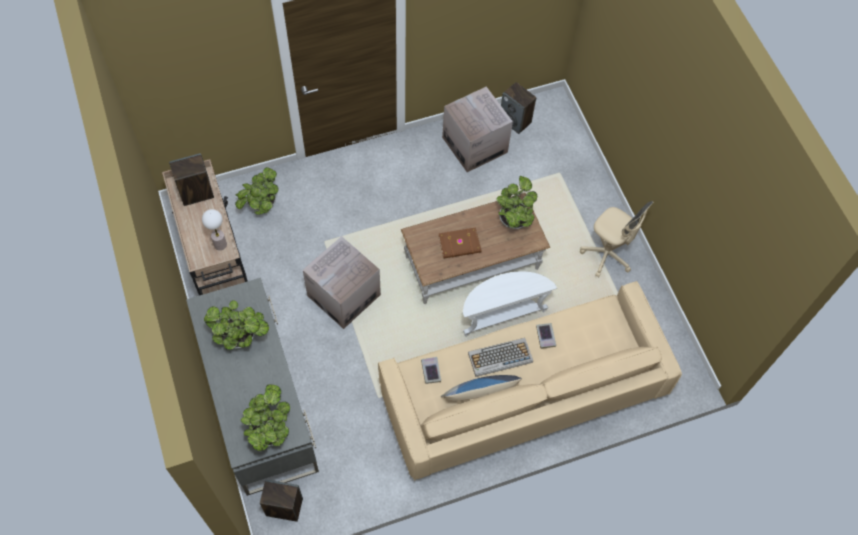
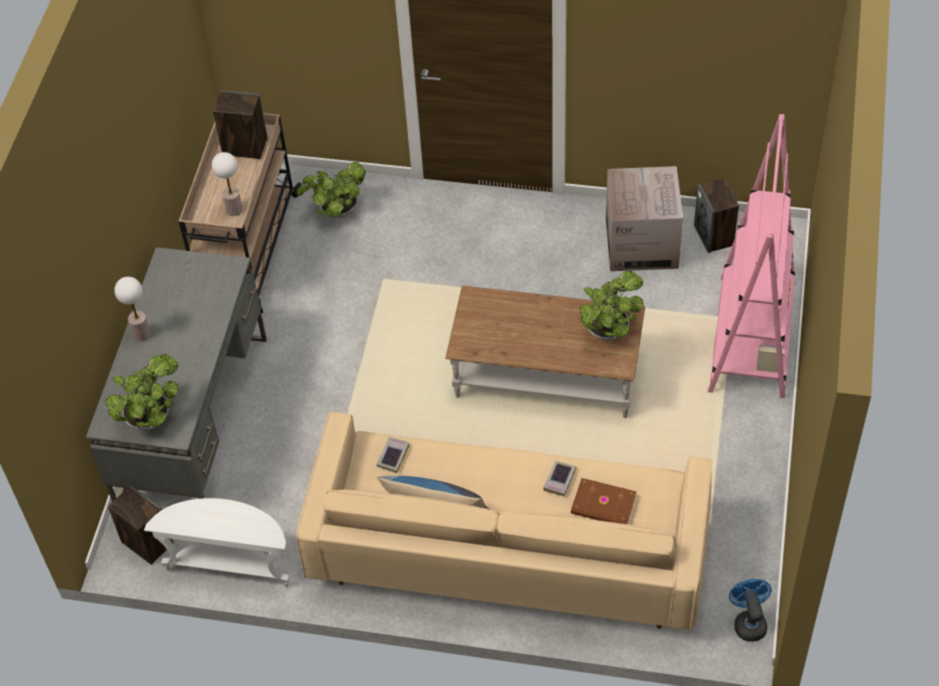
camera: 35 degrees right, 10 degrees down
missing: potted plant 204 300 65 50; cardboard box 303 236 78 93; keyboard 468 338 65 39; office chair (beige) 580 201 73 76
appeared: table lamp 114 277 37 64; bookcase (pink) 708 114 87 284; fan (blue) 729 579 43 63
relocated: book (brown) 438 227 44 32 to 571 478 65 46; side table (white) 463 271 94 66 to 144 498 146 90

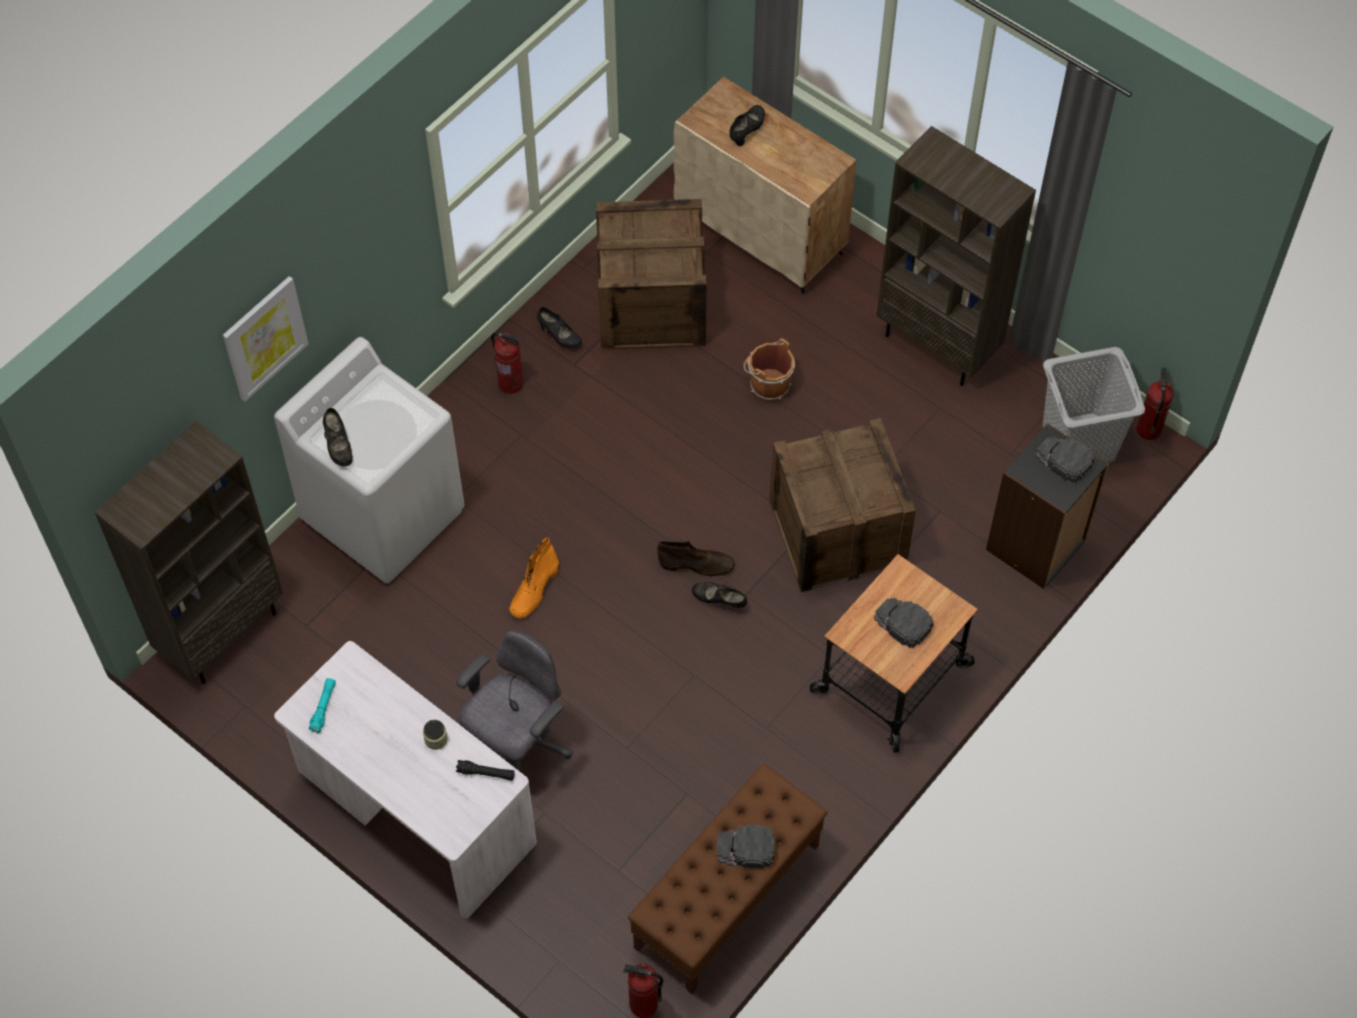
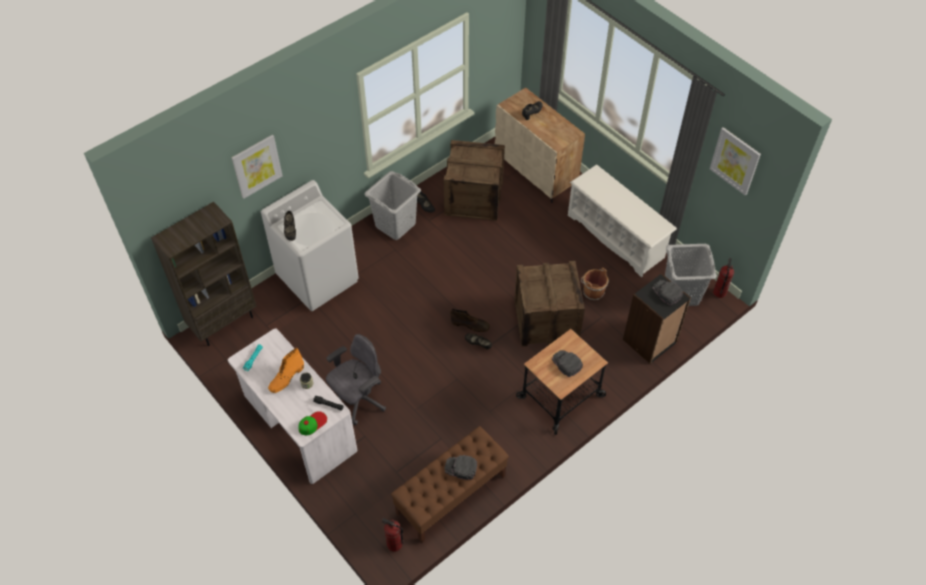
camera: 10 degrees right, 5 degrees down
appeared: cap 299 411 28 24; picture 710 127 51 68
relocated: boot (orange) 509 537 50 82 to 268 348 36 45; bucket (brown) 744 339 51 62 to 581 268 27 33
exchanged: fire extinguisher 491 331 32 63 to laundry basket (grey) 365 171 56 69; bookcase (brown) 876 126 160 260 to shoe rack (white) 568 165 109 112

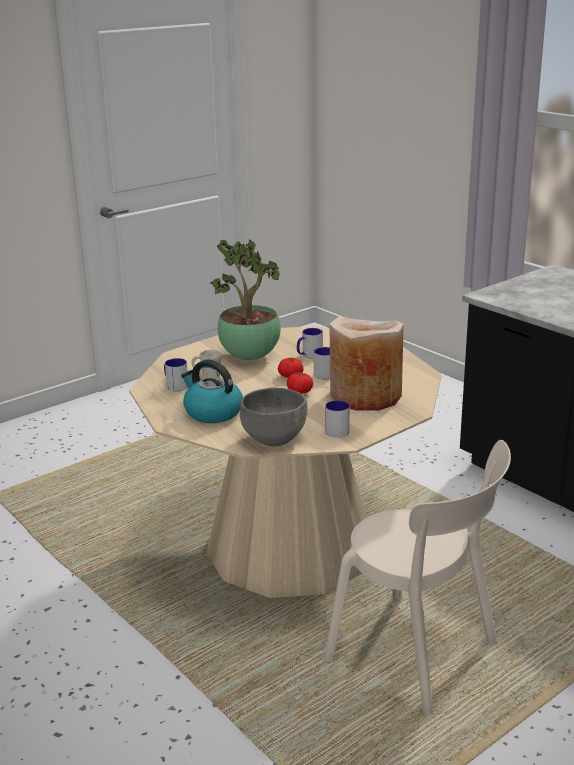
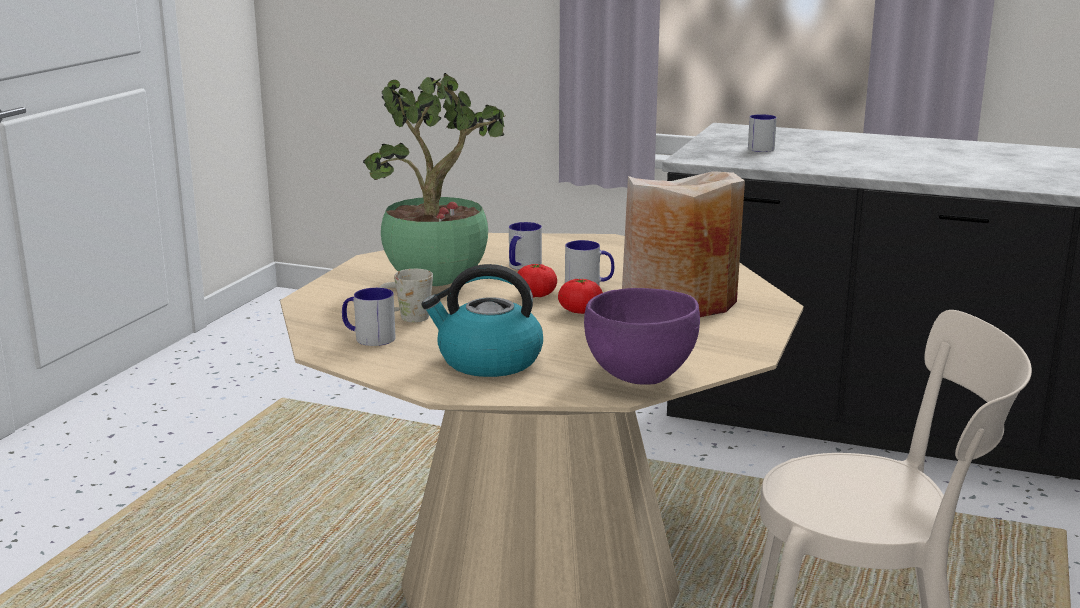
camera: 30 degrees left, 5 degrees down
relocated: mug 325 400 25 38 to 748 114 29 38
colour: bowl (grey) 240 387 68 59 to bowl (purple) 584 288 116 97

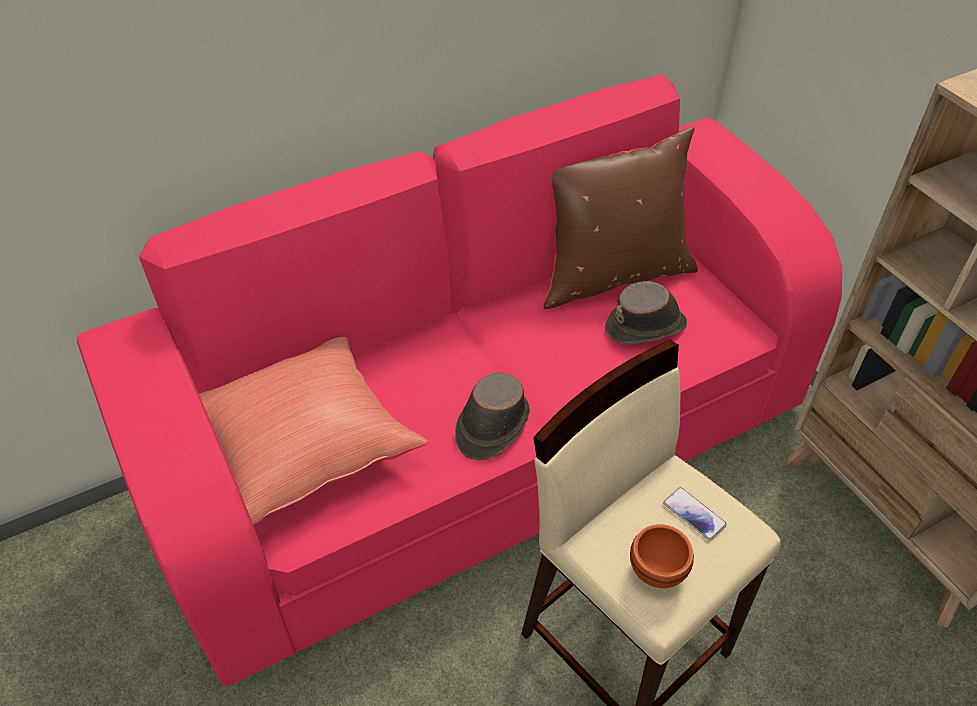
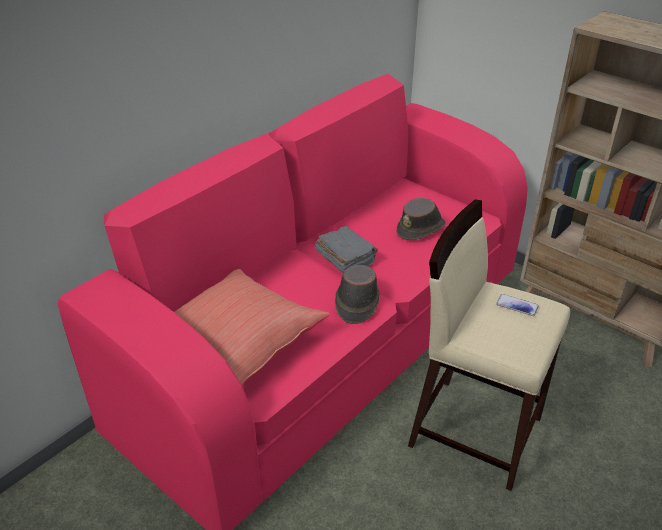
camera: 20 degrees left, 10 degrees down
missing: pillow (brown) 543 126 155 183; bowl (brown) 630 524 64 64
appeared: book (grey) 315 226 63 47

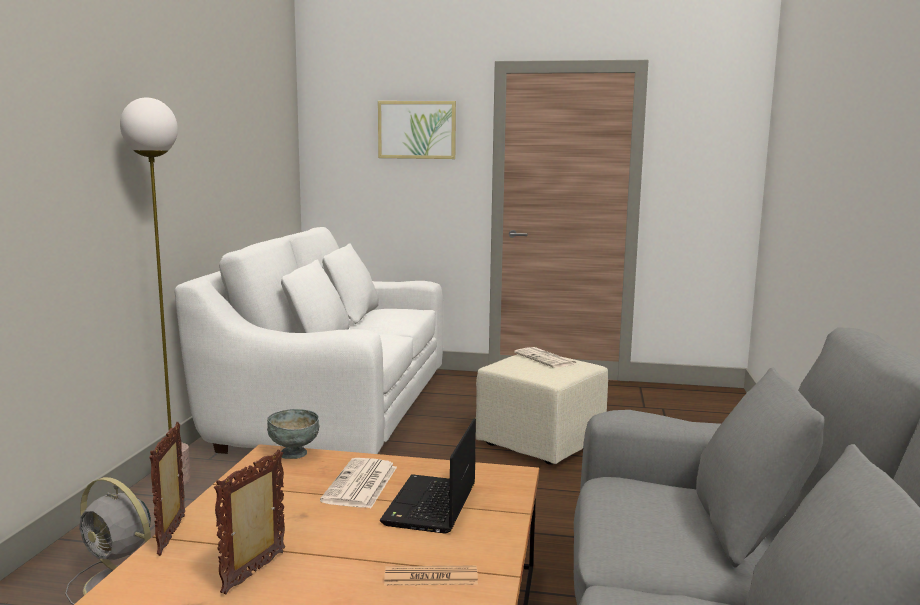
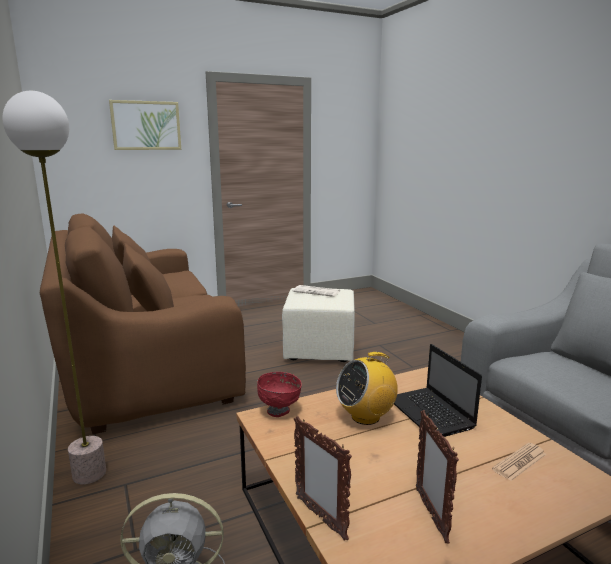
camera: 35 degrees left, 5 degrees up
exchanged: newspaper 320 458 77 50 to radio 336 352 62 73
colour: sofa (white) 175 227 269 227 to sofa (brown) 40 213 206 221; bowl (grey) 267 409 52 50 to bowl (red) 257 372 45 45

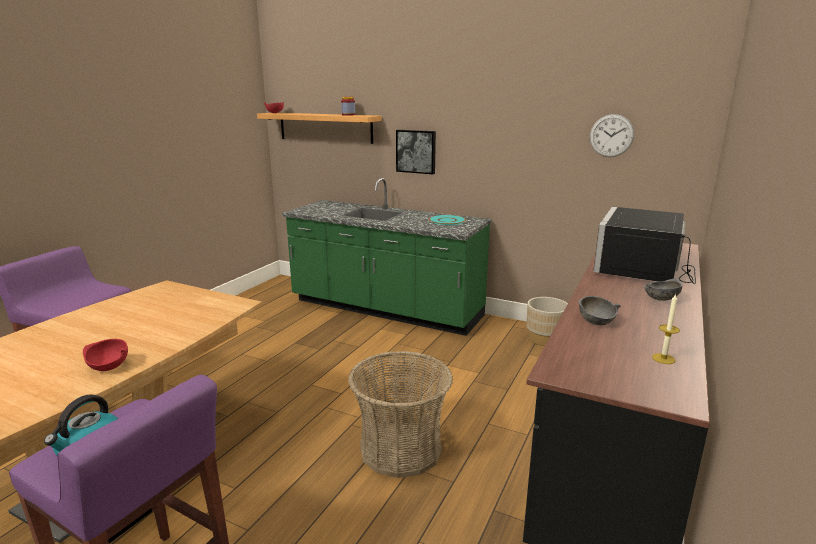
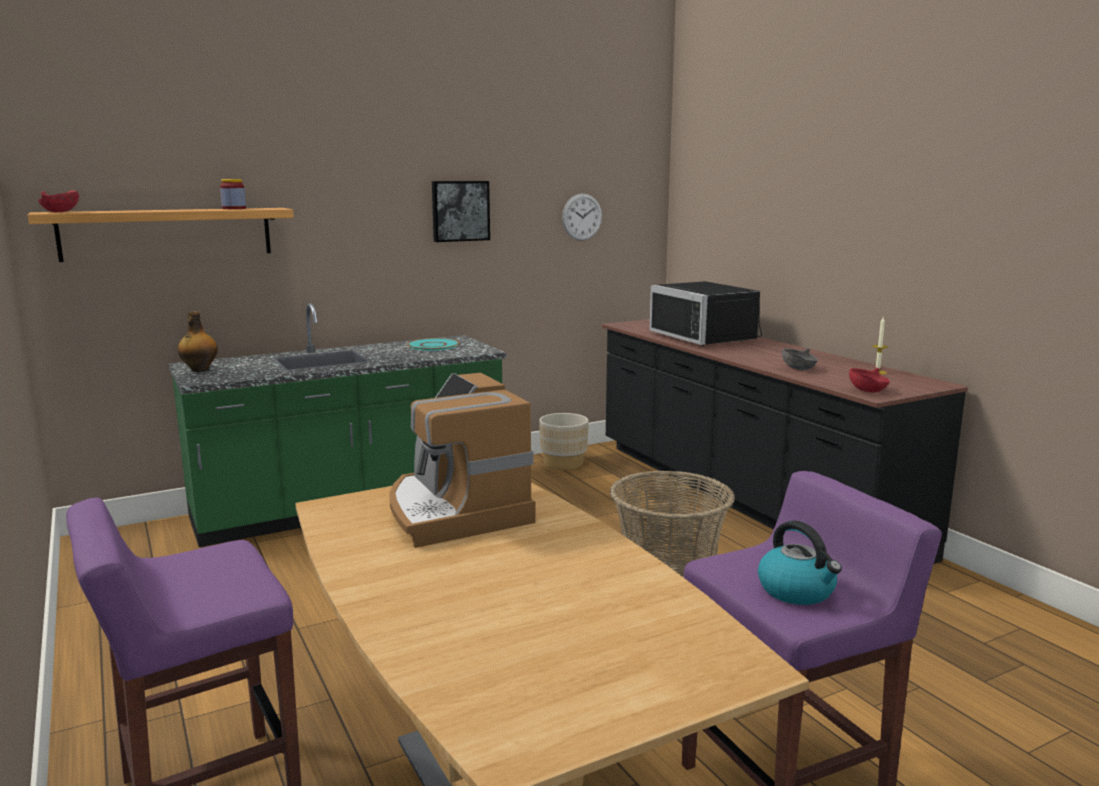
camera: 55 degrees left, 5 degrees down
missing: bowl (grey) 644 278 38 23
appeared: bottle 178 311 40 61; coffee machine 389 373 147 175
relocated: bowl (red) 83 339 45 32 to 849 367 41 26; picture 396 130 40 44 to 432 181 58 61

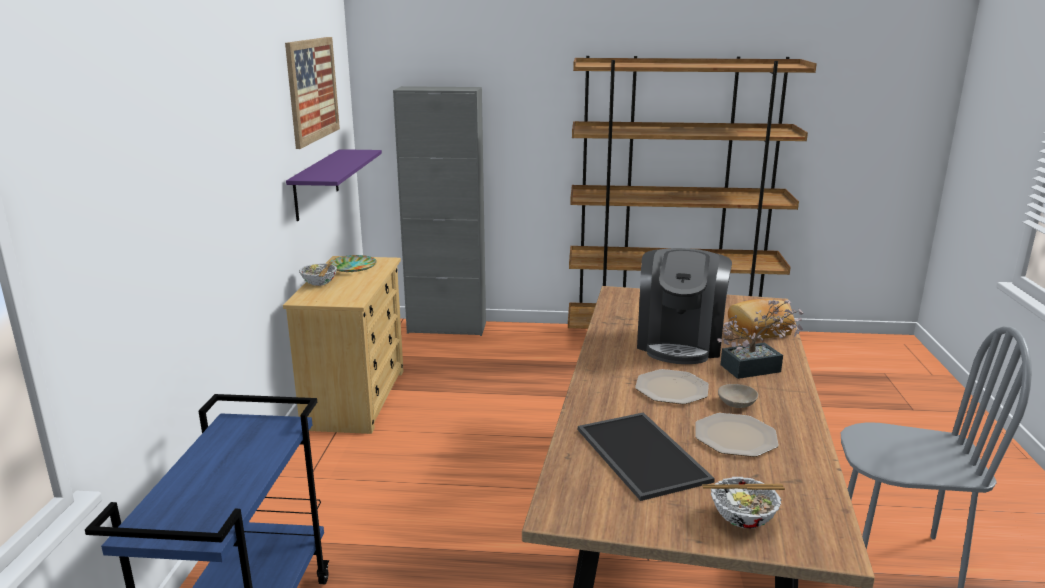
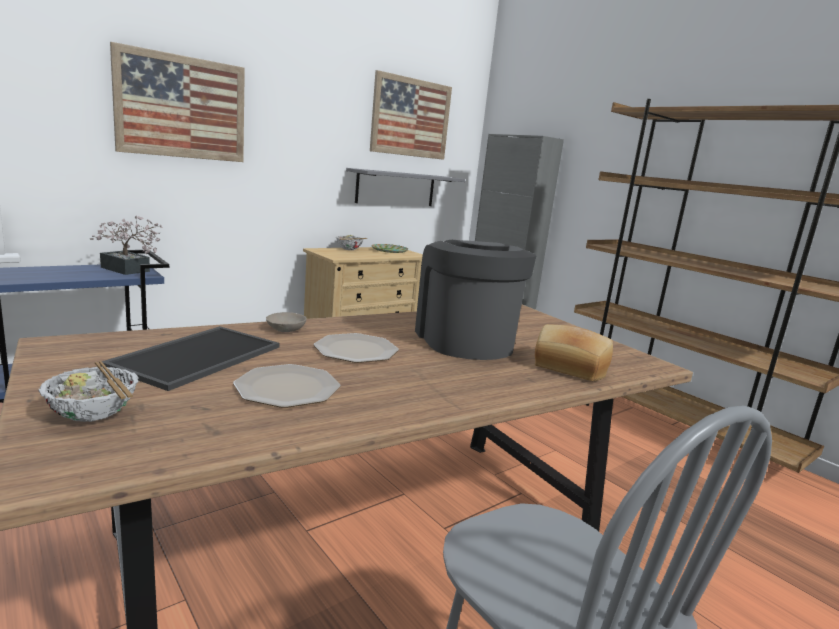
camera: 45 degrees right, 5 degrees down
appeared: picture 110 42 135 120
relocated: potted plant 717 300 87 79 to 90 216 73 59; bowl (beige) 718 384 40 24 to 266 312 41 20
colour: shelf (purple) 286 149 96 72 to shelf (grey) 346 168 119 38
spun: coffee machine 637 248 95 116 = 415 240 122 120 105 degrees clockwise

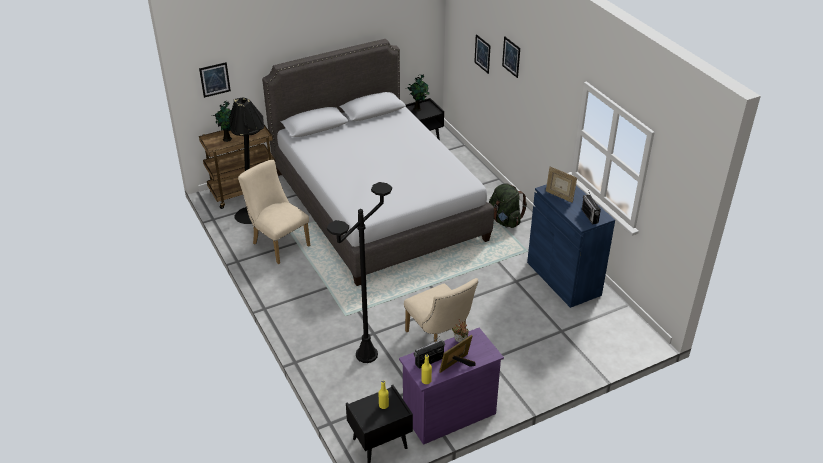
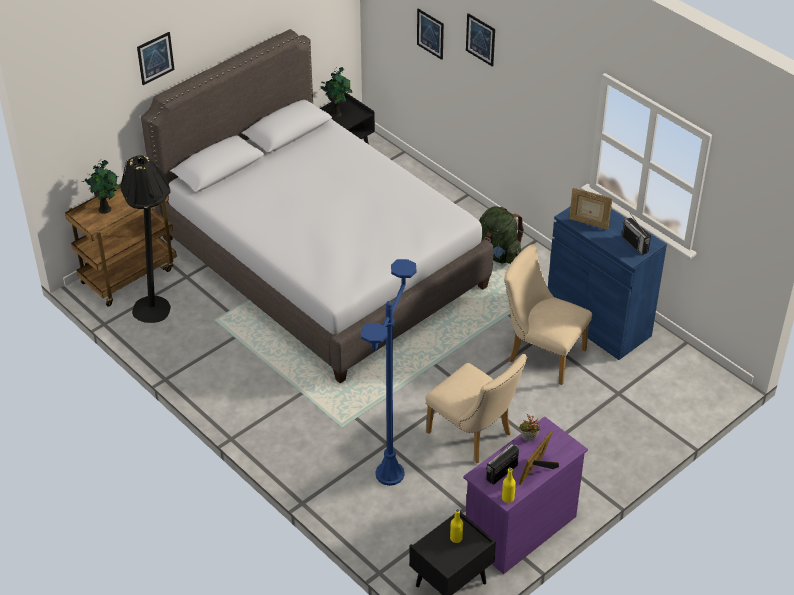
camera: 15 degrees left, 5 degrees up
relocated: picture 199 62 32 36 to 137 32 38 53; chair (beige) 238 160 72 104 to 504 244 88 141
colour: floor lamp (black) 327 182 65 181 to floor lamp (blue) 361 259 55 227

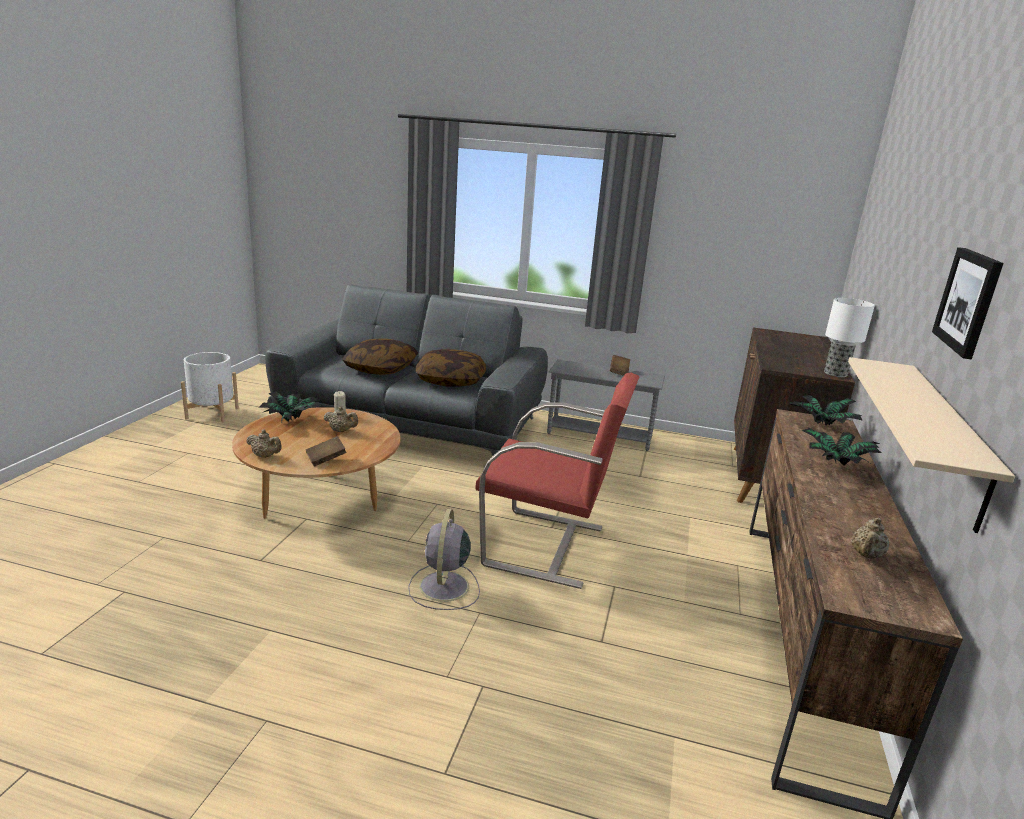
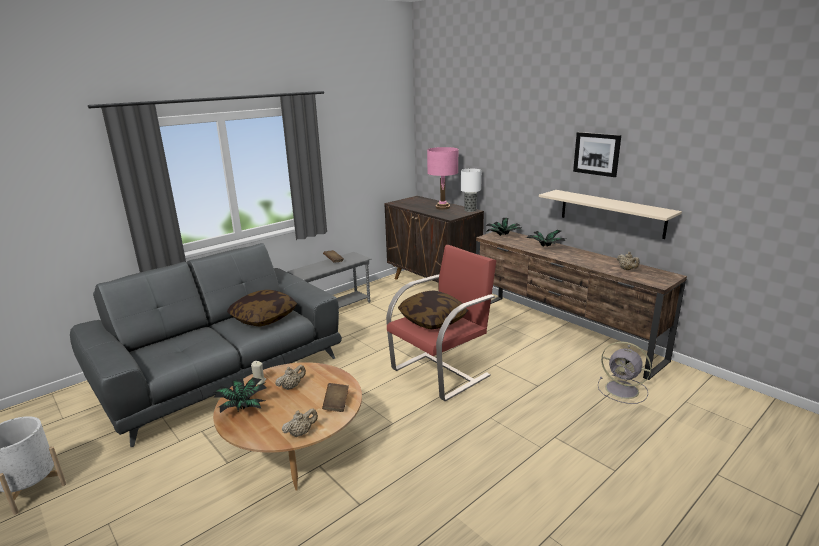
camera: 55 degrees left, 0 degrees up
appeared: table lamp (pink) 427 147 32 63
relocated: pillow 342 338 76 37 to 398 290 70 39; fan (grey) 408 509 72 101 to 598 341 54 63

